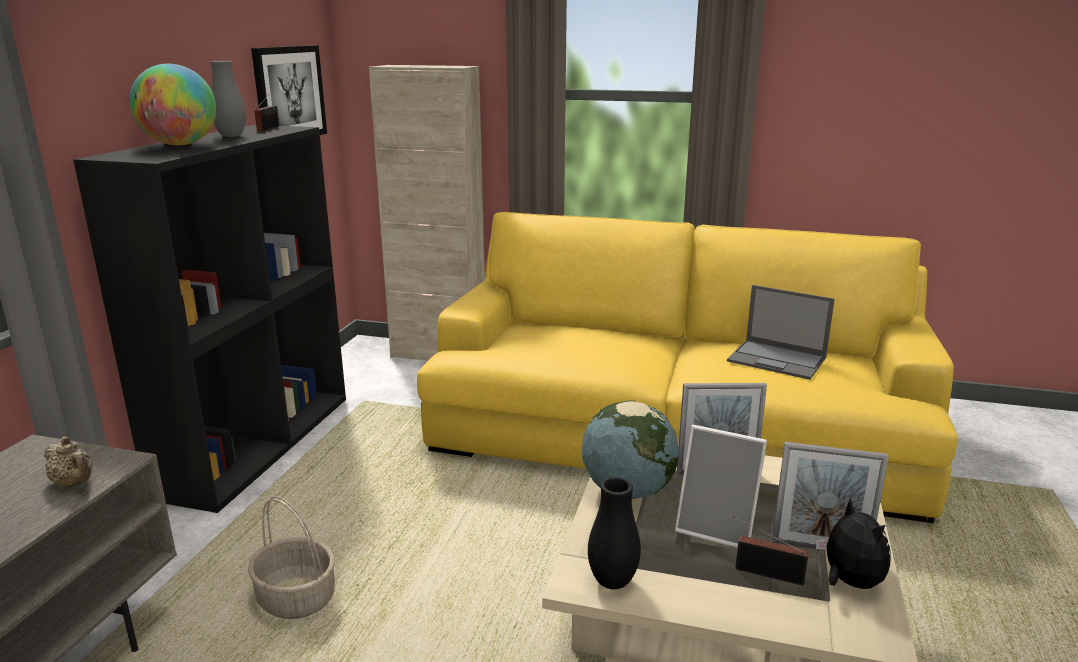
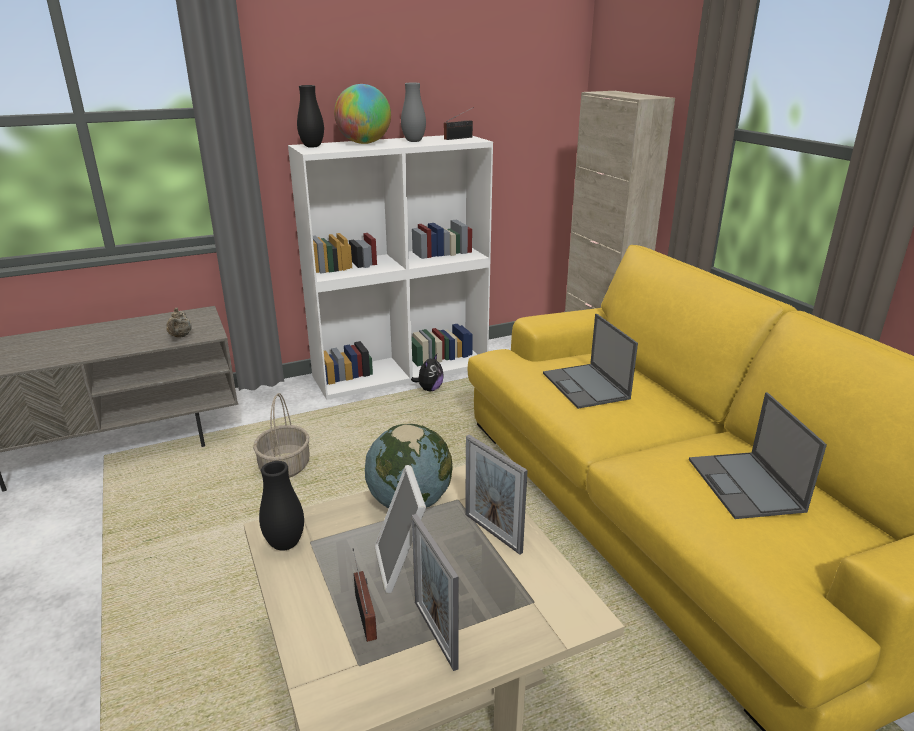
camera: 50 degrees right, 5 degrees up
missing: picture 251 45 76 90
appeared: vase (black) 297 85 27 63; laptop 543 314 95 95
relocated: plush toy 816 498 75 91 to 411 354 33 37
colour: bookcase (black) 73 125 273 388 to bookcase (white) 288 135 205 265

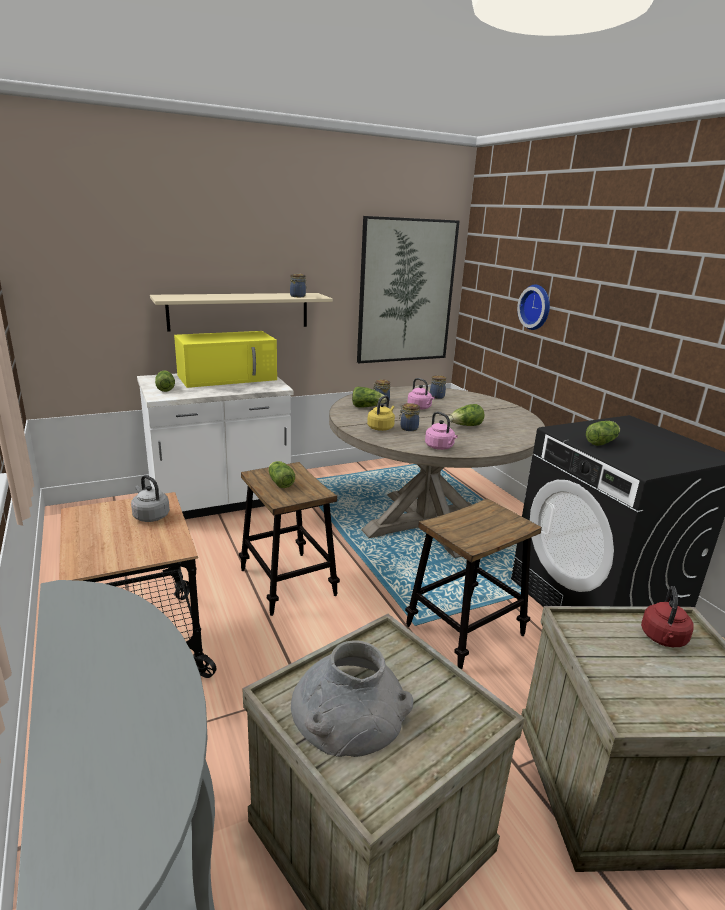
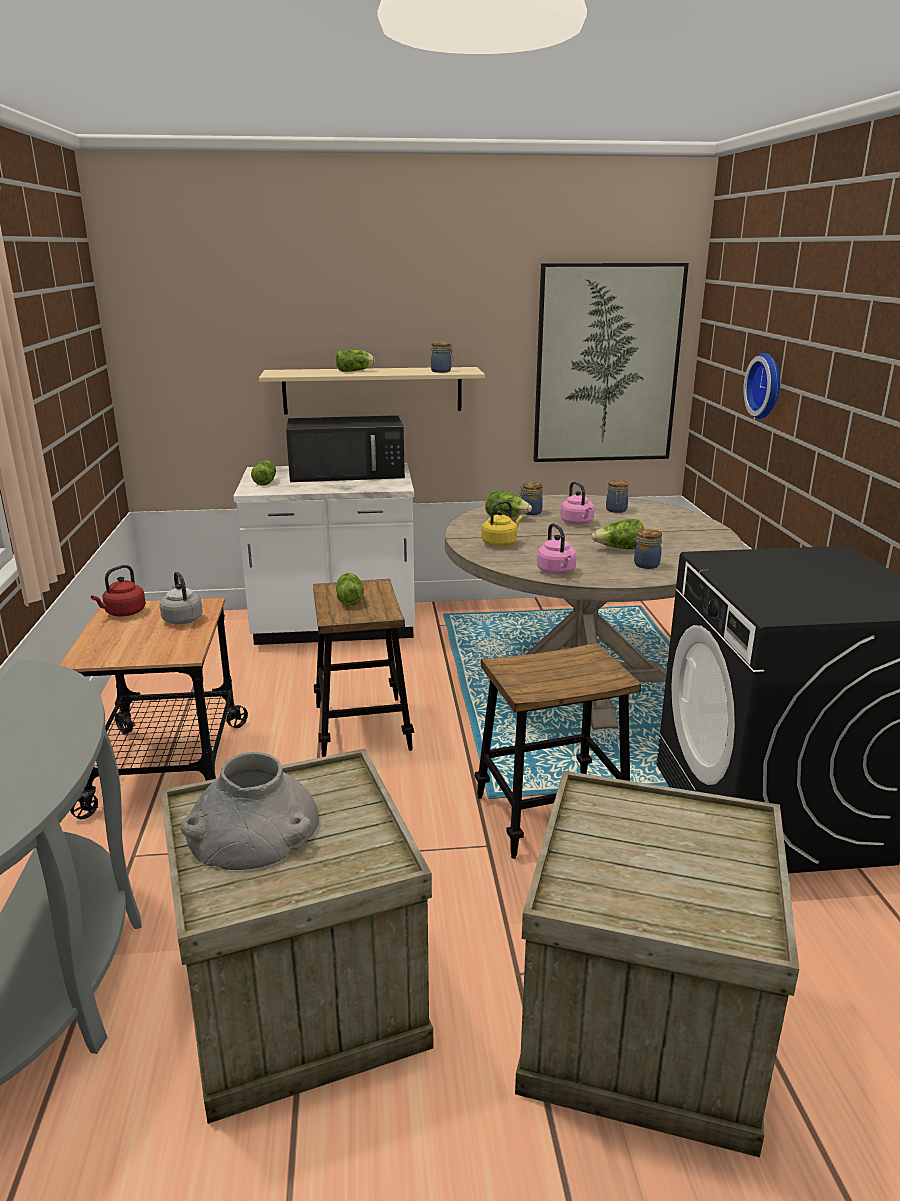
camera: 20 degrees right, 0 degrees up
relocated: jar 399 403 21 28 to 633 529 29 40; lettuce 586 421 34 25 to 336 349 39 23; kettle (red) 641 586 52 61 to 91 565 55 52
colour: microwave (yellow) 174 331 103 57 to microwave (black) 286 415 119 67

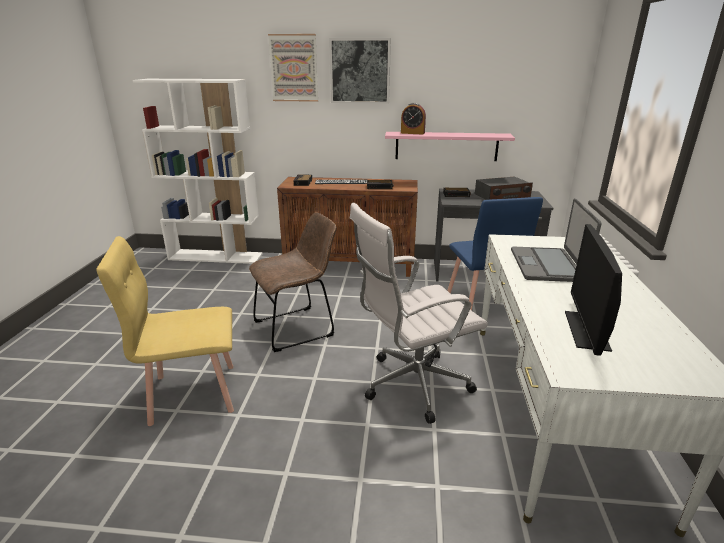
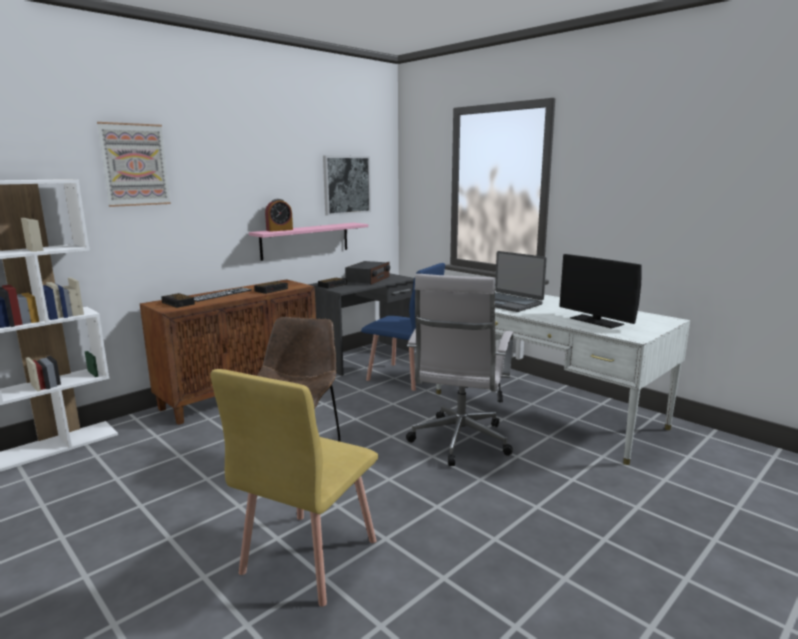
camera: 50 degrees left, 10 degrees down
relocated: picture 329 38 62 66 to 323 156 48 60

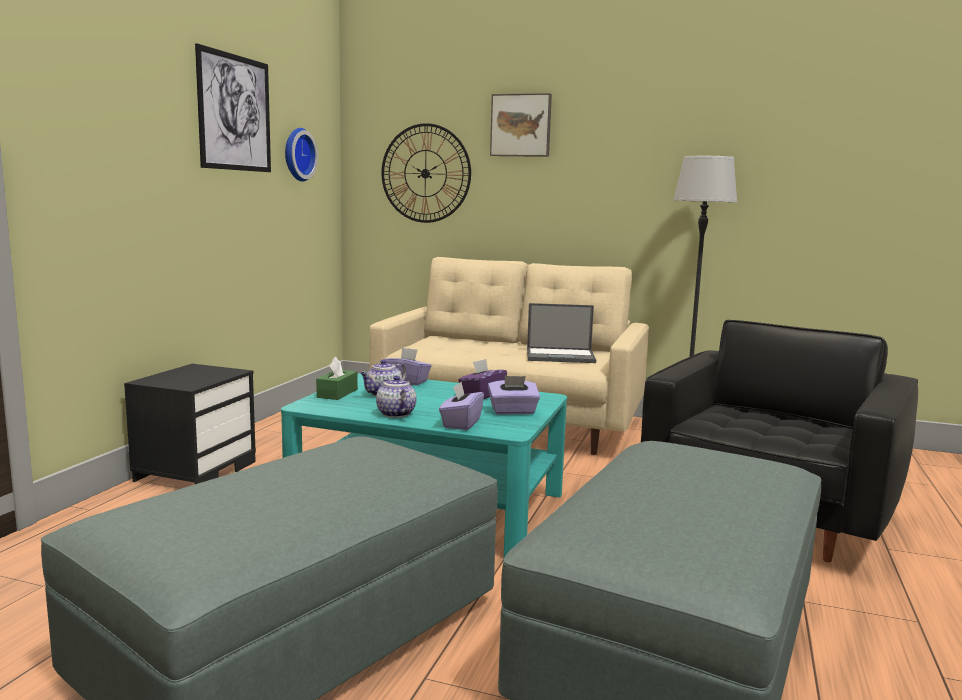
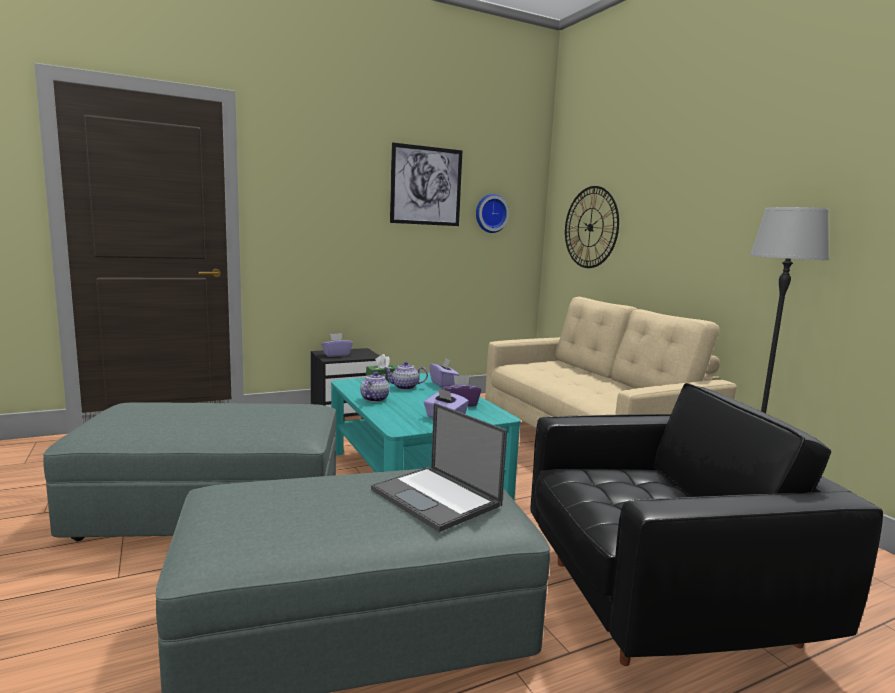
camera: 45 degrees right, 0 degrees up
missing: picture 490 93 62 64
relocated: tissue box (purple) 439 382 45 48 to 321 333 32 24; laptop 527 303 69 60 to 371 403 136 129

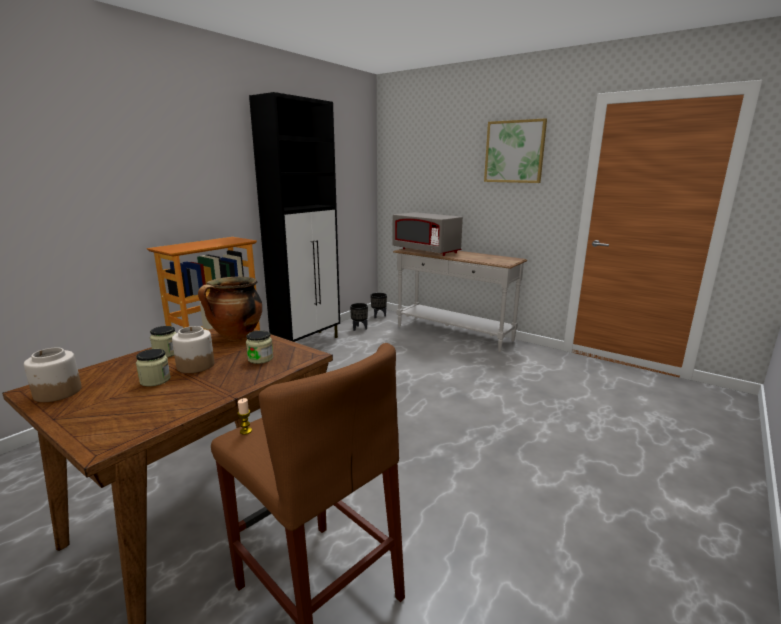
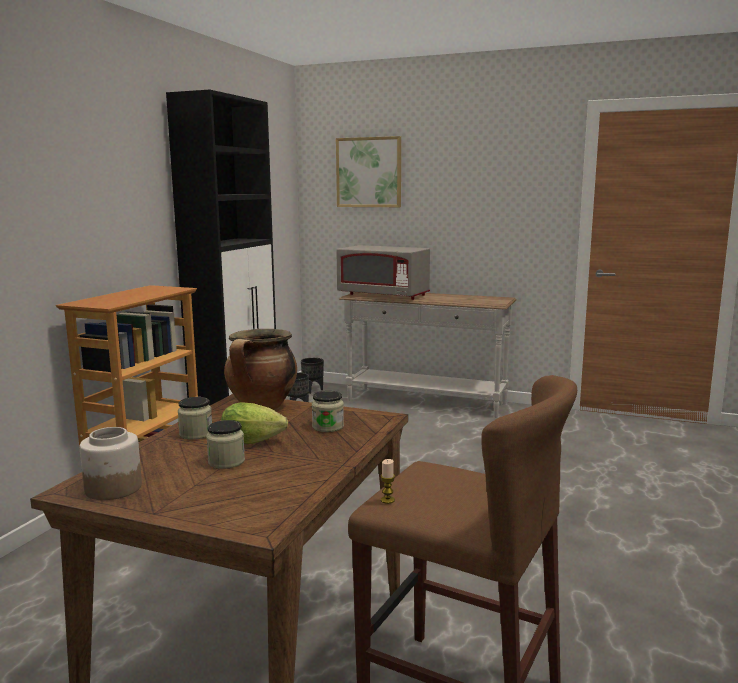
camera: 15 degrees left, 5 degrees down
relocated: picture 484 118 63 65 to 336 136 65 71
exchanged: jar 172 326 42 47 to lettuce 221 402 67 42

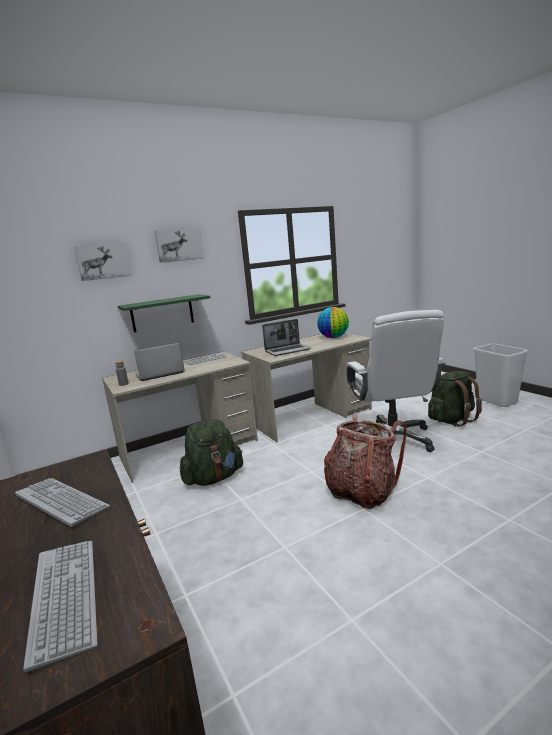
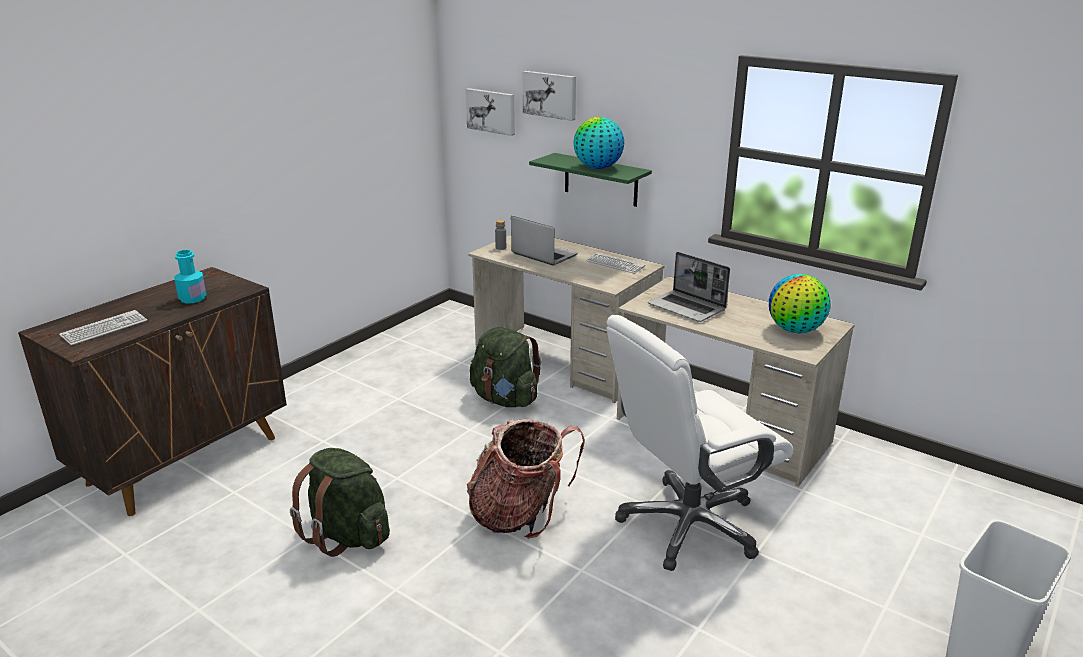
camera: 65 degrees right, 10 degrees up
appeared: globe 574 117 50 52
relocated: picture 155 228 49 35 to 466 88 49 48; backpack (green) 428 371 54 56 to 290 448 100 109
exchanged: keyboard 15 478 95 49 to bottle (turquoise) 174 250 33 54

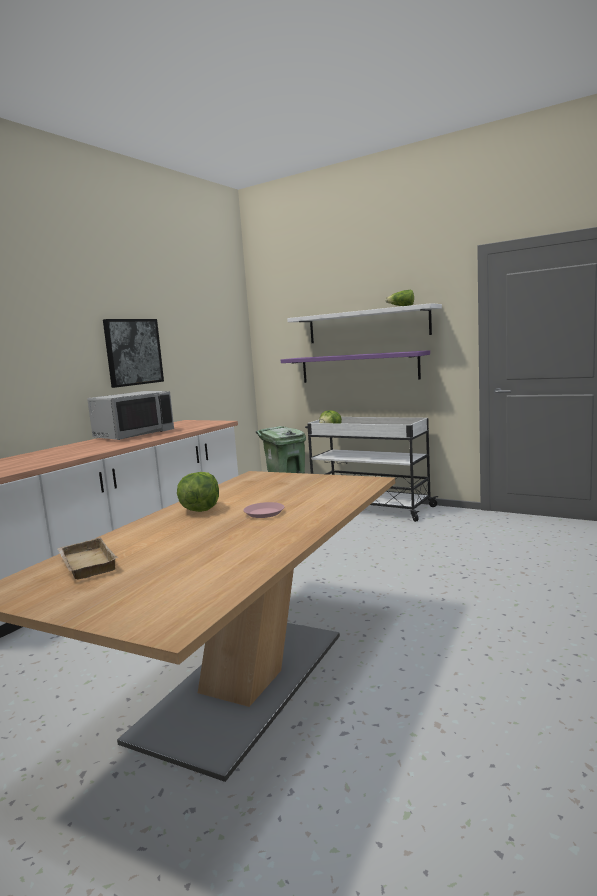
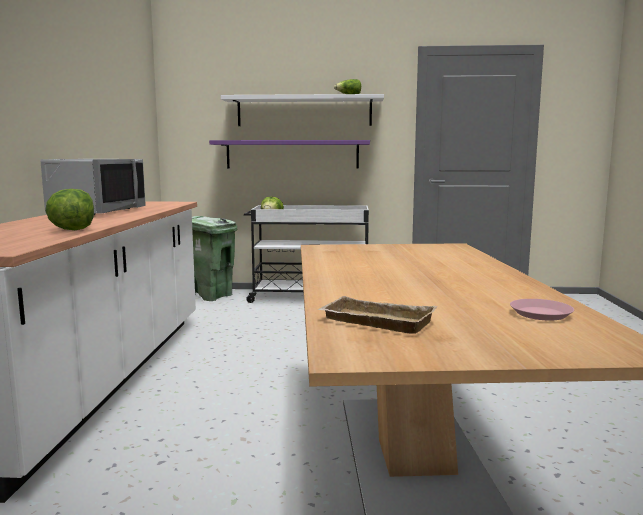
camera: 30 degrees left, 0 degrees up
missing: picture 103 319 61 69
relocated: lettuce 177 472 42 40 to 45 189 49 41; plate (pink) 244 502 40 16 to 510 299 64 22

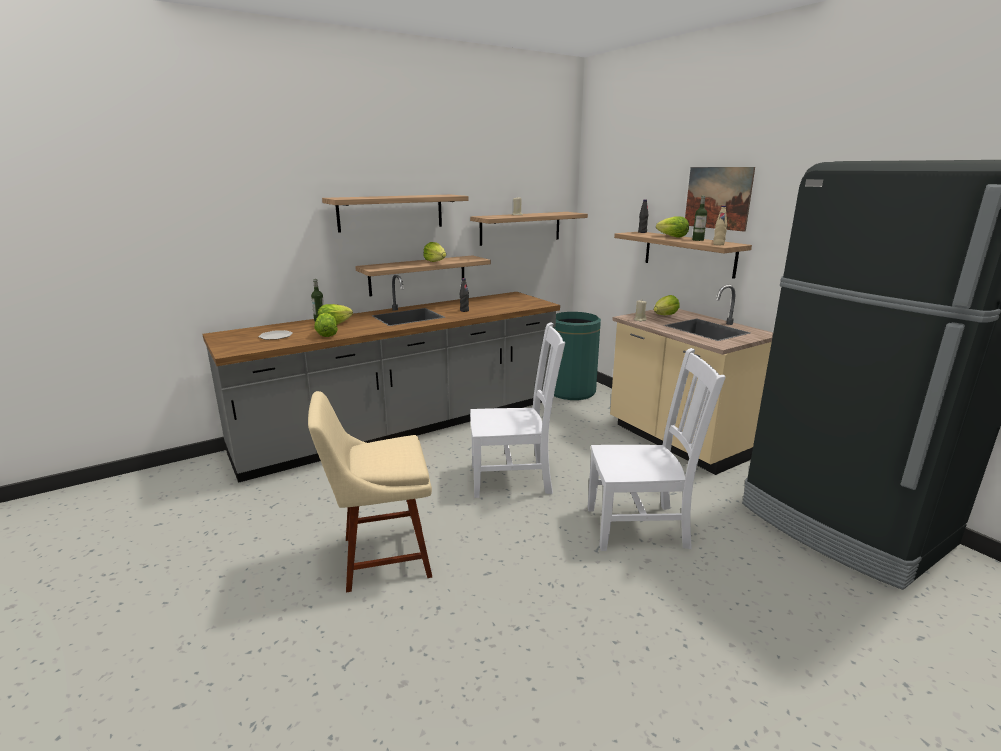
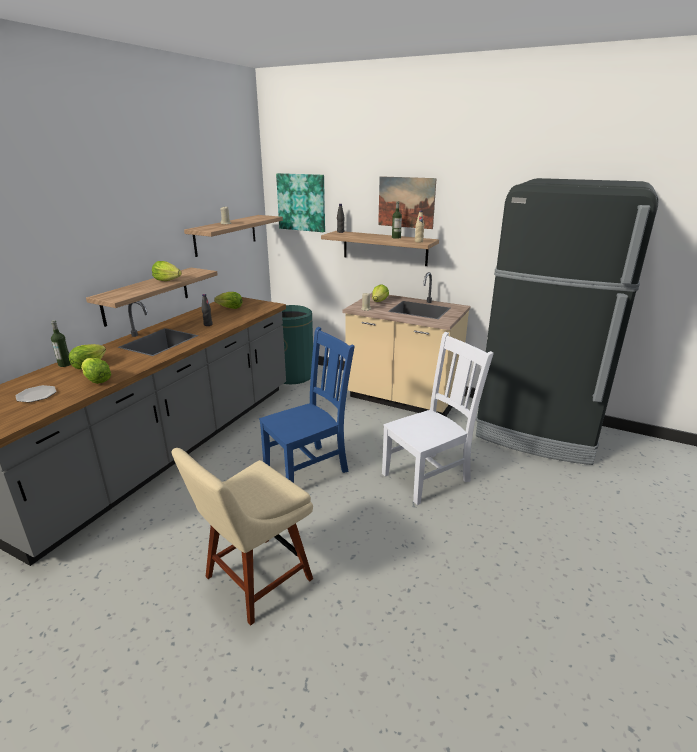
camera: 30 degrees left, 5 degrees up
missing: shelf 322 195 147 38
appeared: picture 276 173 49 59
relocated: lettuce 656 216 33 22 to 214 292 29 17
colour: chair (white) 470 322 95 176 to chair (blue) 259 327 96 156

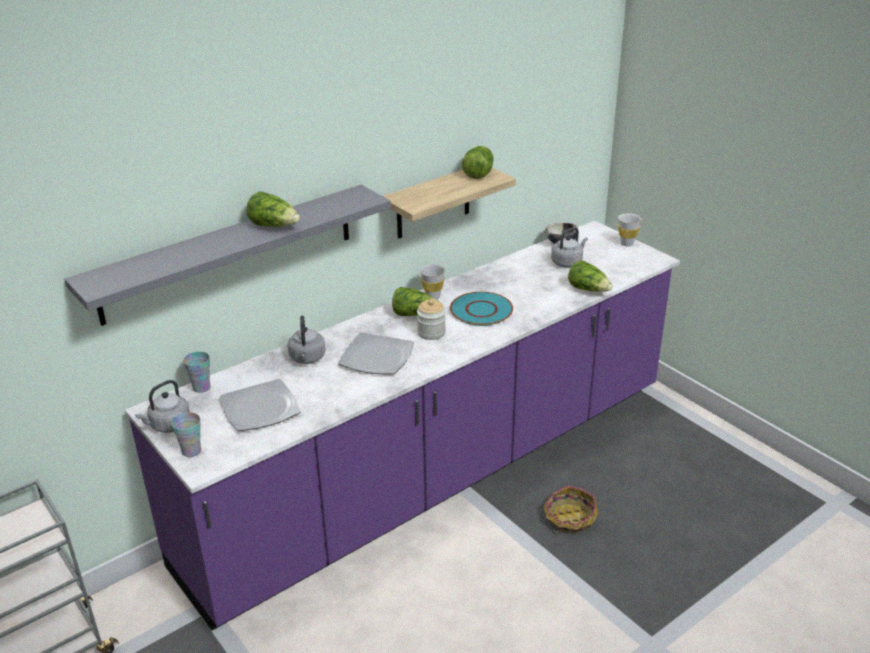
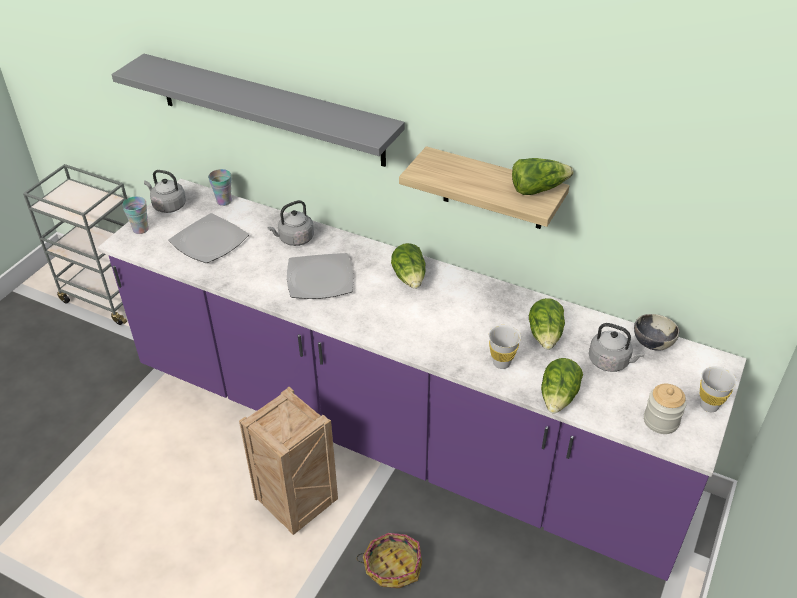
camera: 65 degrees right, 10 degrees up
missing: plate (turquoise) 450 292 63 34
appeared: crate 239 387 99 148
relocated: lettuce 246 191 54 36 to 529 298 36 52; jar 417 299 29 41 to 644 384 43 50; cup (white) 420 264 25 36 to 489 325 32 44

